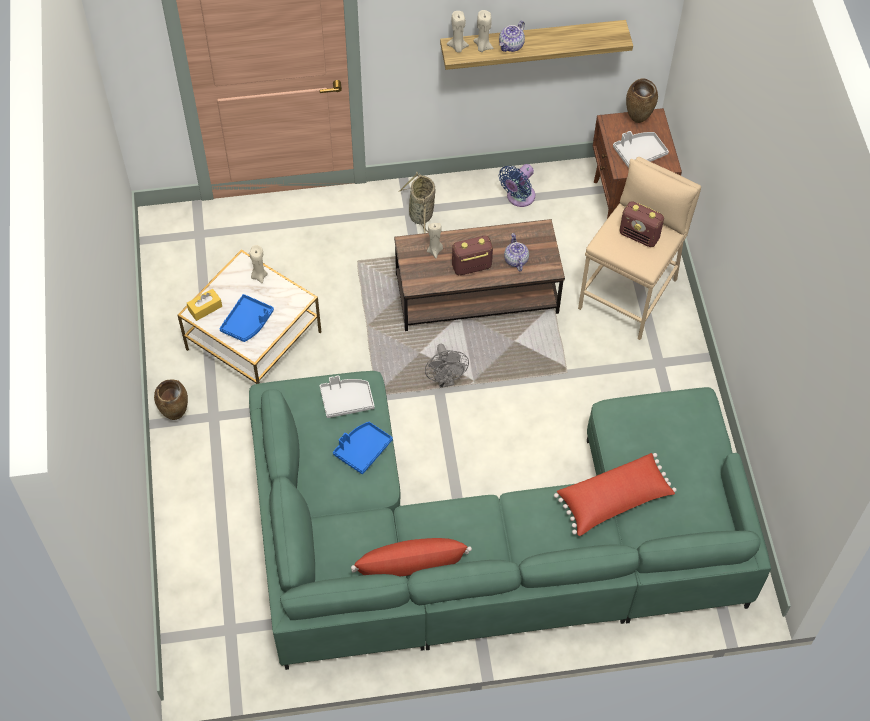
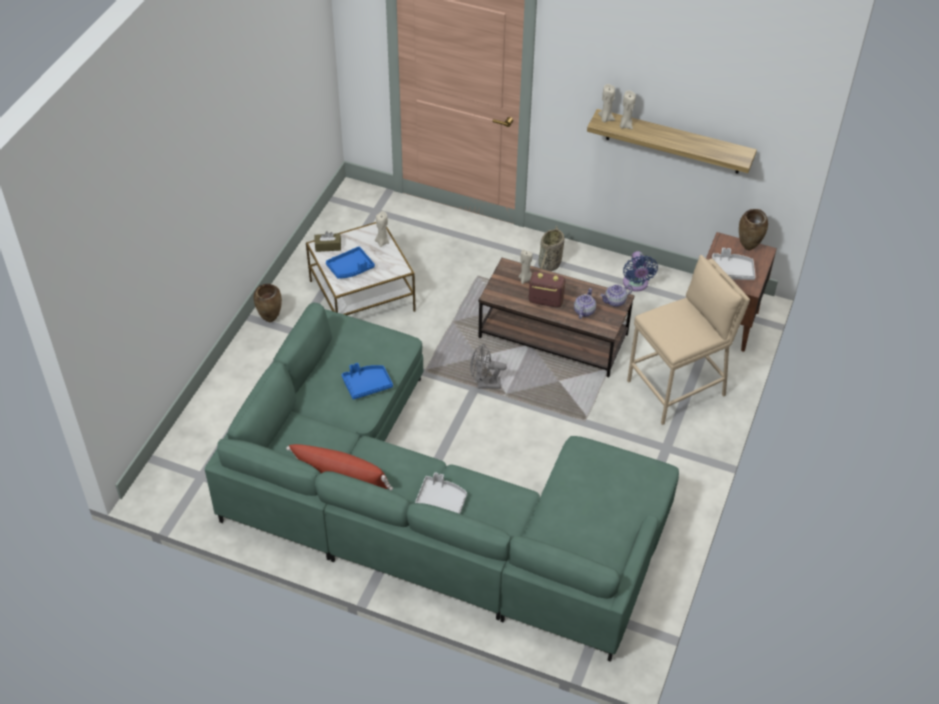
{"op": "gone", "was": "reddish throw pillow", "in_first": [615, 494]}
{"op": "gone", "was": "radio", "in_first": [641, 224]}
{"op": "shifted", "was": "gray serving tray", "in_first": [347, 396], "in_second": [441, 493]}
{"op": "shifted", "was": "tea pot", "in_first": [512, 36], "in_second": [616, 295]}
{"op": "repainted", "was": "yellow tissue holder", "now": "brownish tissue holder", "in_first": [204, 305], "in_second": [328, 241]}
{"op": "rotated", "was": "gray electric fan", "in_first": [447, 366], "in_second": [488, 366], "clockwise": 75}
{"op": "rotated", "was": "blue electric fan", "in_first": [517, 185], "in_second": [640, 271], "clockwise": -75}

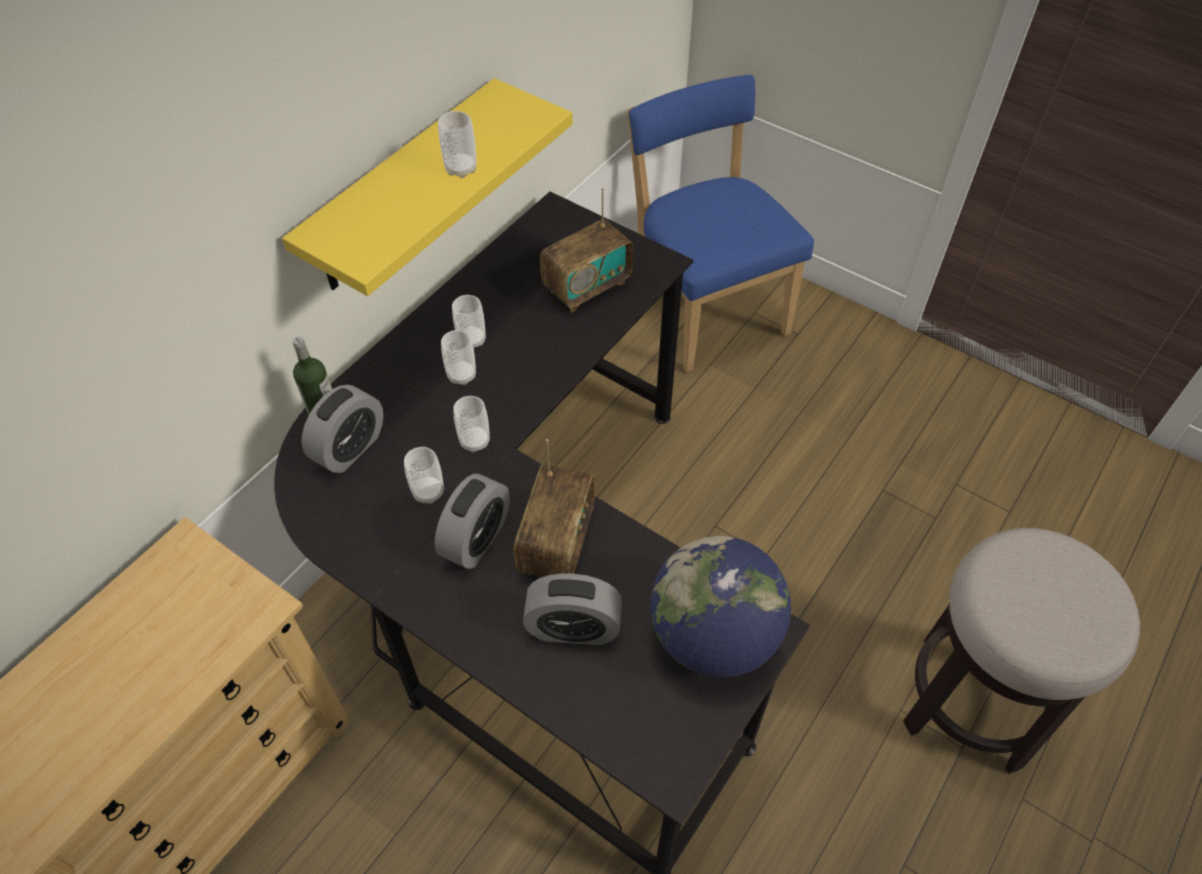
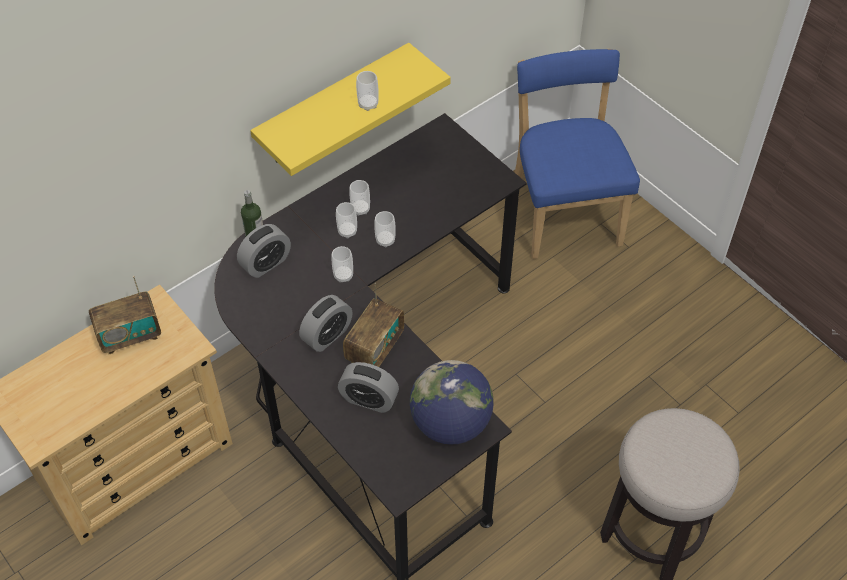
{"op": "shifted", "was": "drinking cup", "in_first": [424, 475], "in_second": [385, 229]}
{"op": "shifted", "was": "radio", "in_first": [586, 250], "in_second": [125, 315]}

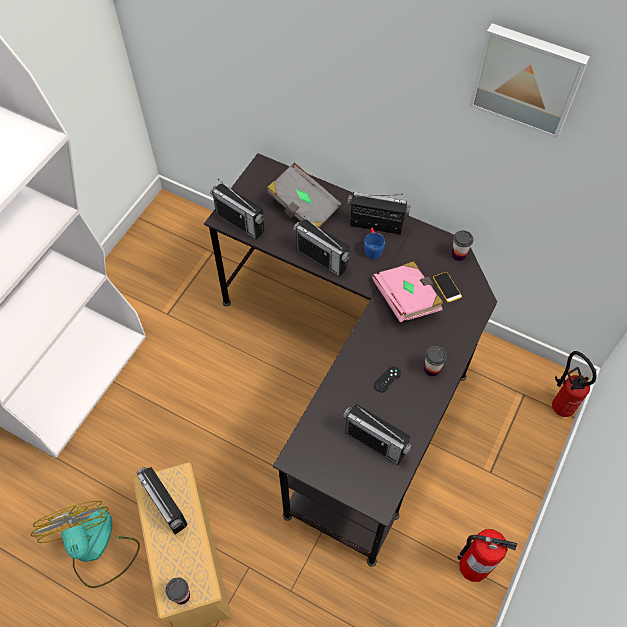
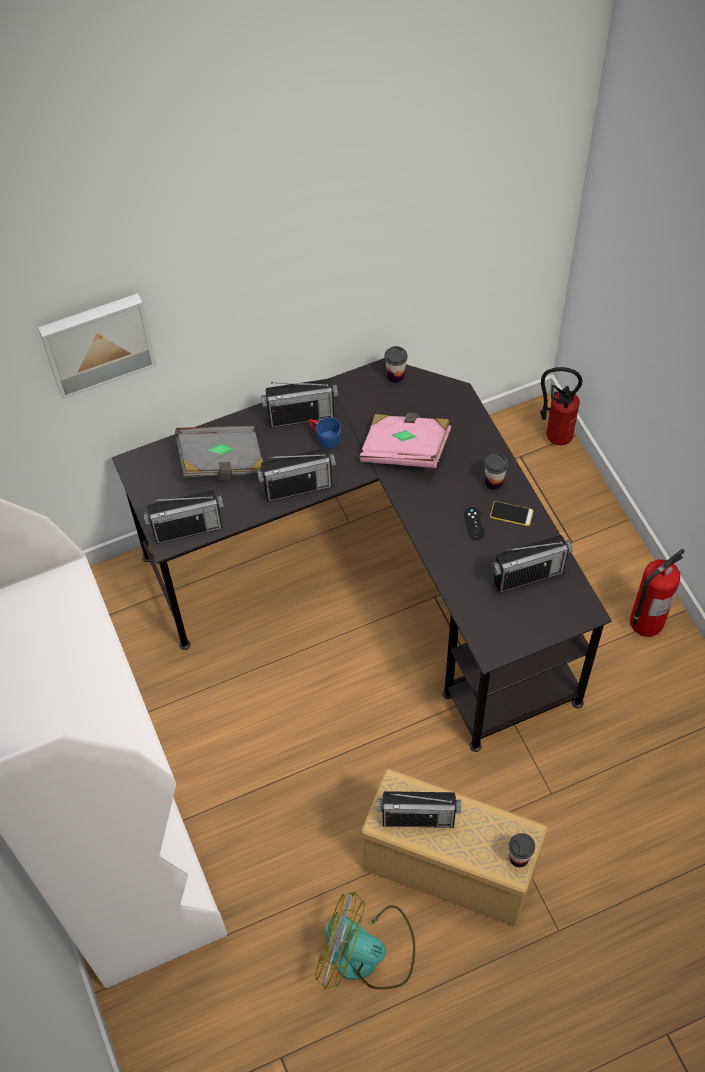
{"op": "shifted", "was": "phone", "in_first": [447, 287], "in_second": [511, 513]}
{"op": "shifted", "was": "picture", "in_first": [529, 81], "in_second": [97, 346]}
{"op": "rotated", "was": "radio", "in_first": [379, 213], "in_second": [299, 403], "clockwise": -150}

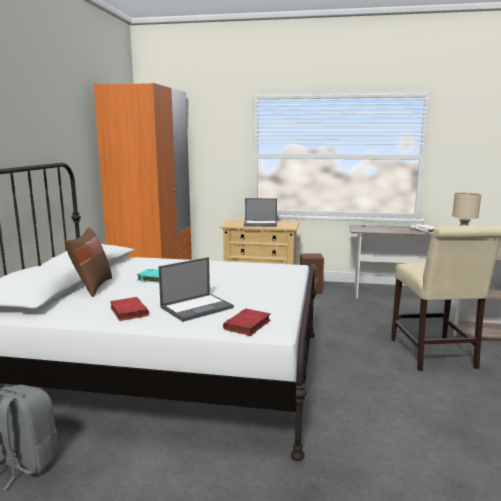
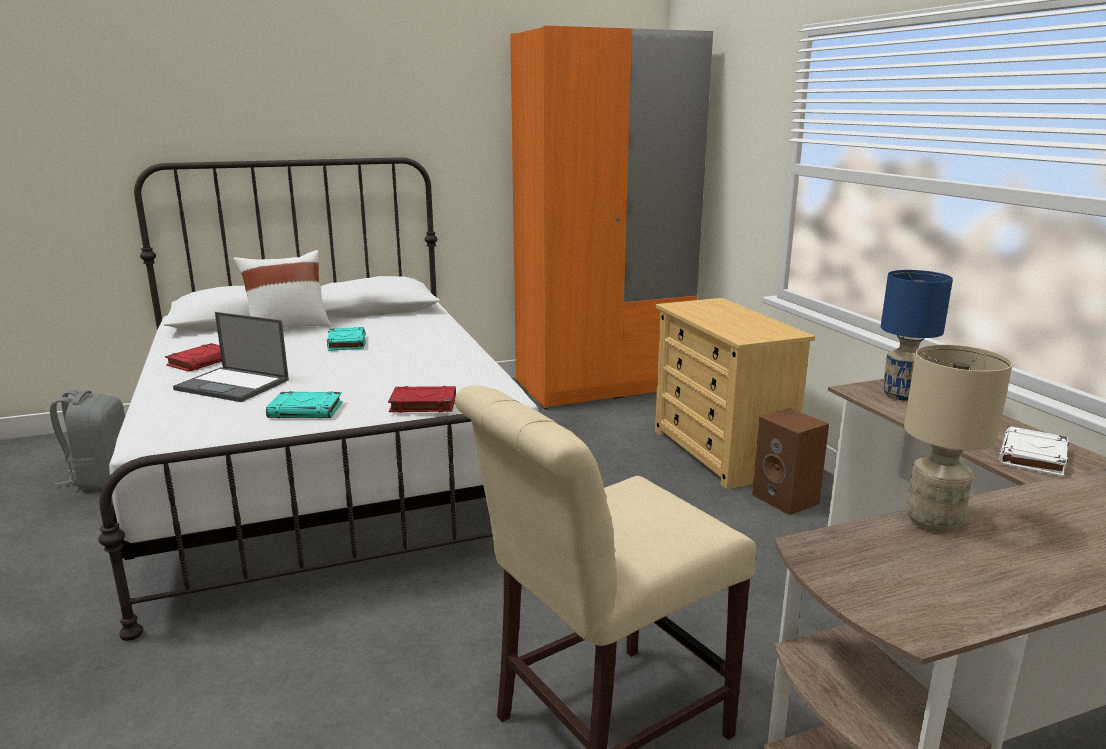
{"op": "gone", "was": "laptop", "in_first": [260, 212]}
{"op": "new", "now": "blue-green volume", "in_second": [304, 405]}
{"op": "new", "now": "blue lamp for a table", "in_second": [917, 335]}
{"op": "shifted", "was": "reddish volume", "in_first": [247, 322], "in_second": [422, 399]}
{"op": "repainted", "was": "brownish throw pillow", "now": "whitish throw pillow", "in_first": [88, 262], "in_second": [282, 289]}

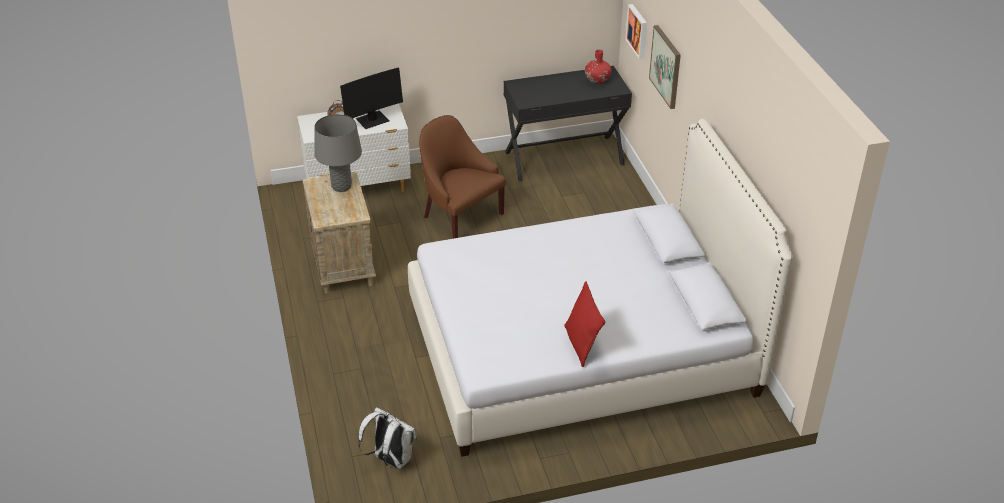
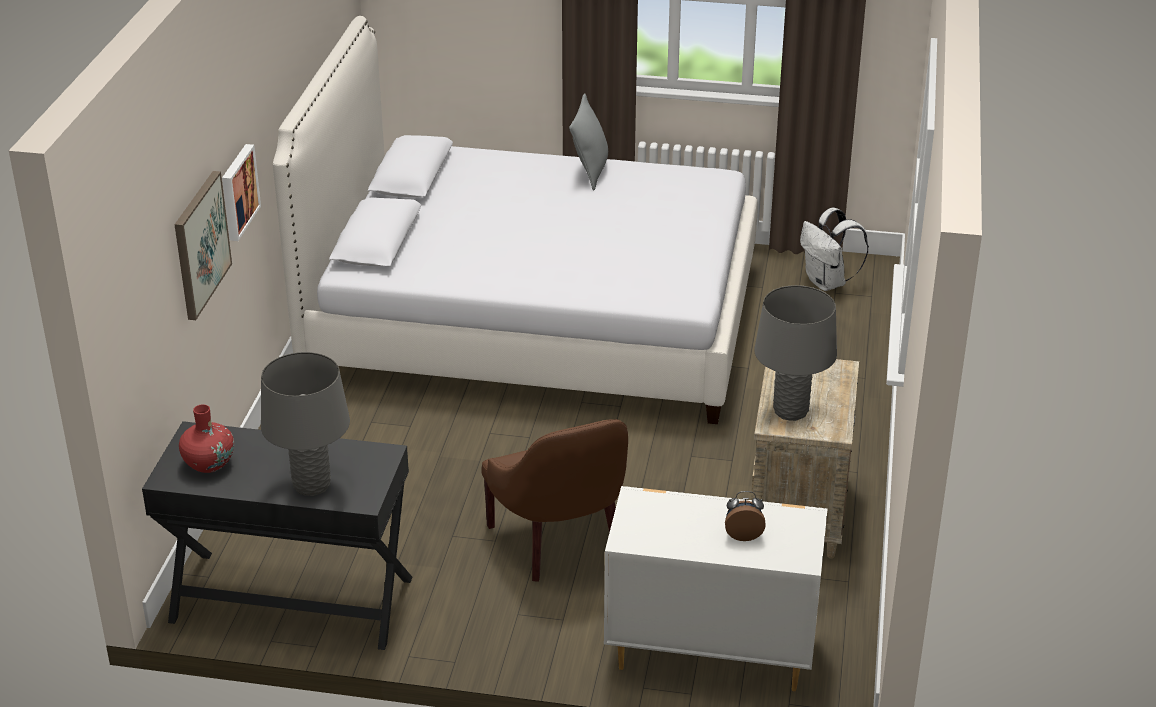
{"op": "gone", "was": "computer screen", "in_first": [371, 98]}
{"op": "new", "now": "gray lamp for a table", "in_second": [305, 424]}
{"op": "shifted", "was": "picture", "in_first": [636, 31], "in_second": [241, 192]}
{"op": "repainted", "was": "reddish throw pillow", "now": "gray throw pillow", "in_first": [584, 324], "in_second": [588, 142]}

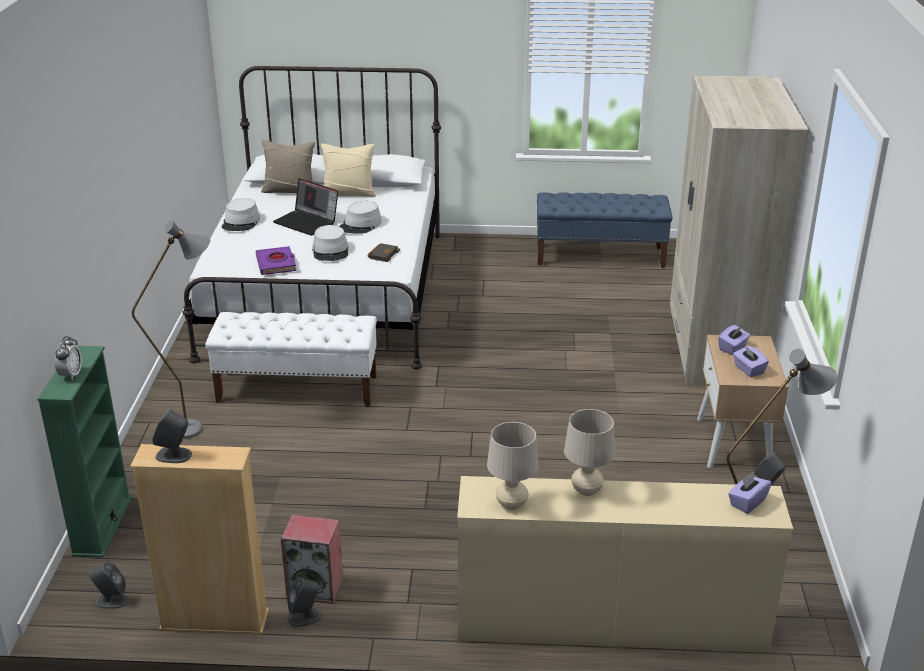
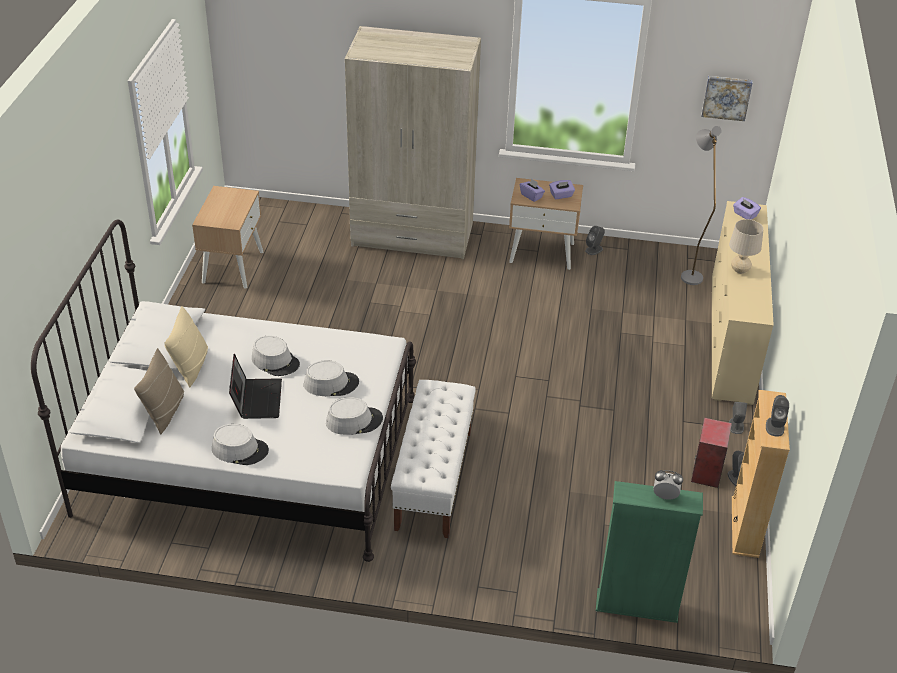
{"op": "gone", "was": "gray floor lamp", "in_first": [171, 329]}
{"op": "gone", "was": "blackish volume", "in_first": [384, 252]}
{"op": "gone", "was": "beige lamp for a table", "in_first": [513, 466]}
{"op": "new", "now": "picture", "in_second": [727, 98]}
{"op": "shifted", "was": "gray speaker", "in_first": [108, 585], "in_second": [738, 418]}
{"op": "swapped", "was": "purple volume", "now": "gray wearable hat", "in_first": [276, 260], "in_second": [354, 416]}
{"op": "swapped", "was": "blue indoor bench", "now": "beige nightstand", "in_first": [604, 230], "in_second": [227, 237]}
{"op": "rotated", "was": "laptop", "in_first": [305, 206], "in_second": [255, 386], "clockwise": -45}

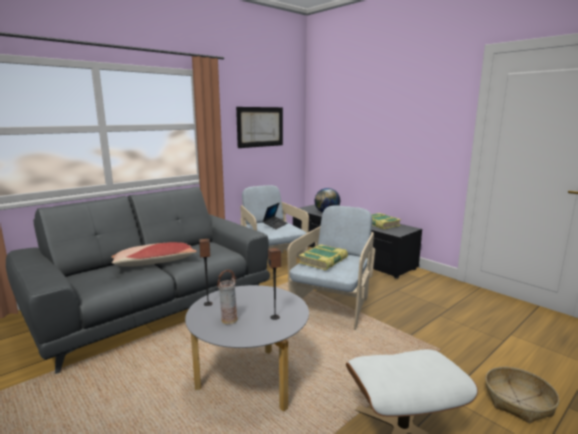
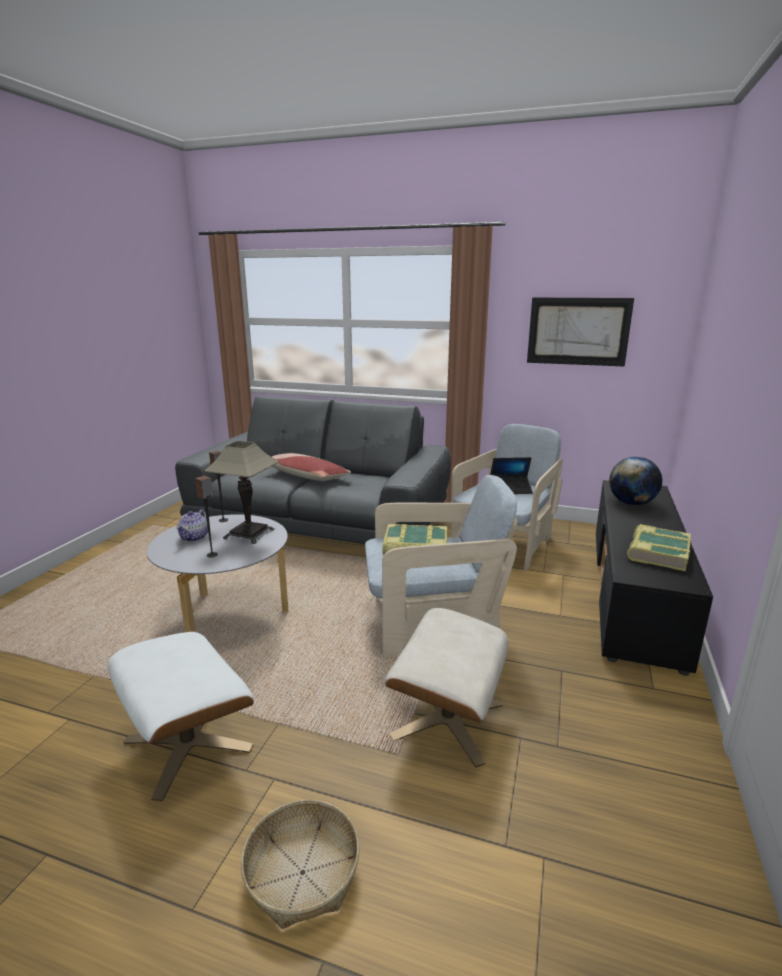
{"op": "new", "now": "lamp for a table", "in_second": [242, 492]}
{"op": "new", "now": "beige pouffe", "in_second": [447, 688]}
{"op": "swapped", "was": "flower vase", "now": "tea pot", "in_first": [227, 296], "in_second": [192, 525]}

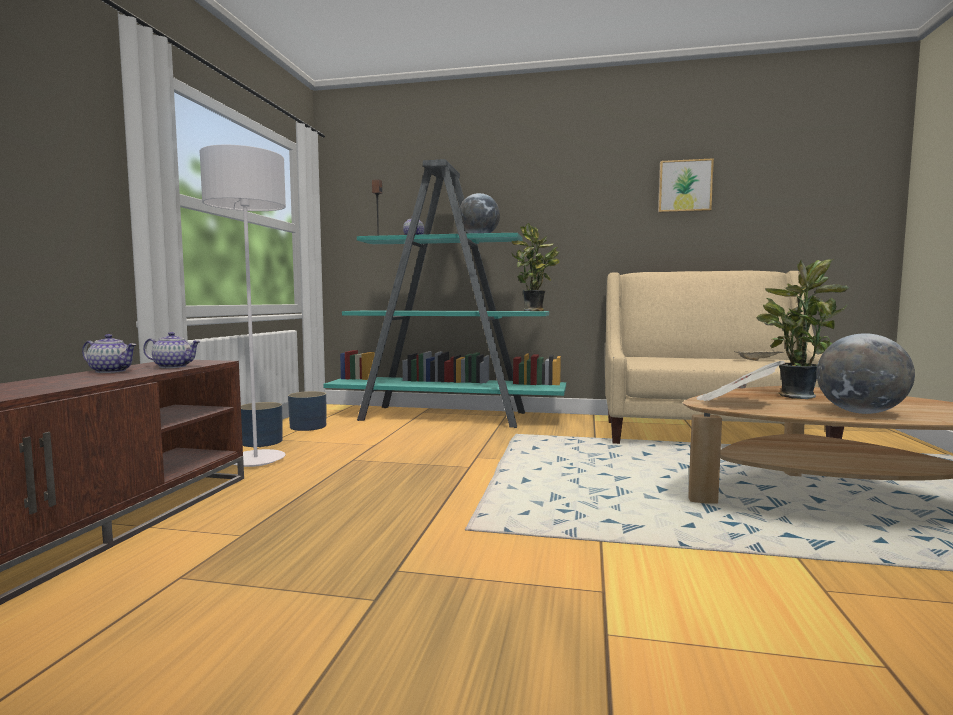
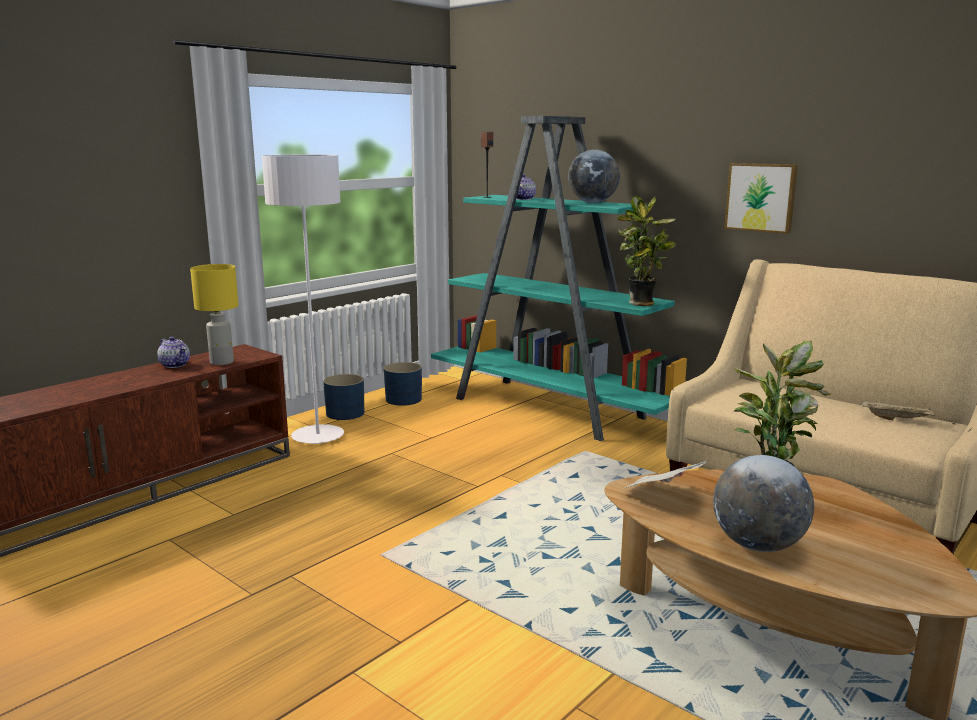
{"op": "shifted", "was": "picture", "in_first": [686, 185], "in_second": [761, 198]}
{"op": "swapped", "was": "tea pot", "now": "yellow lamp for a table", "in_first": [172, 350], "in_second": [214, 314]}

